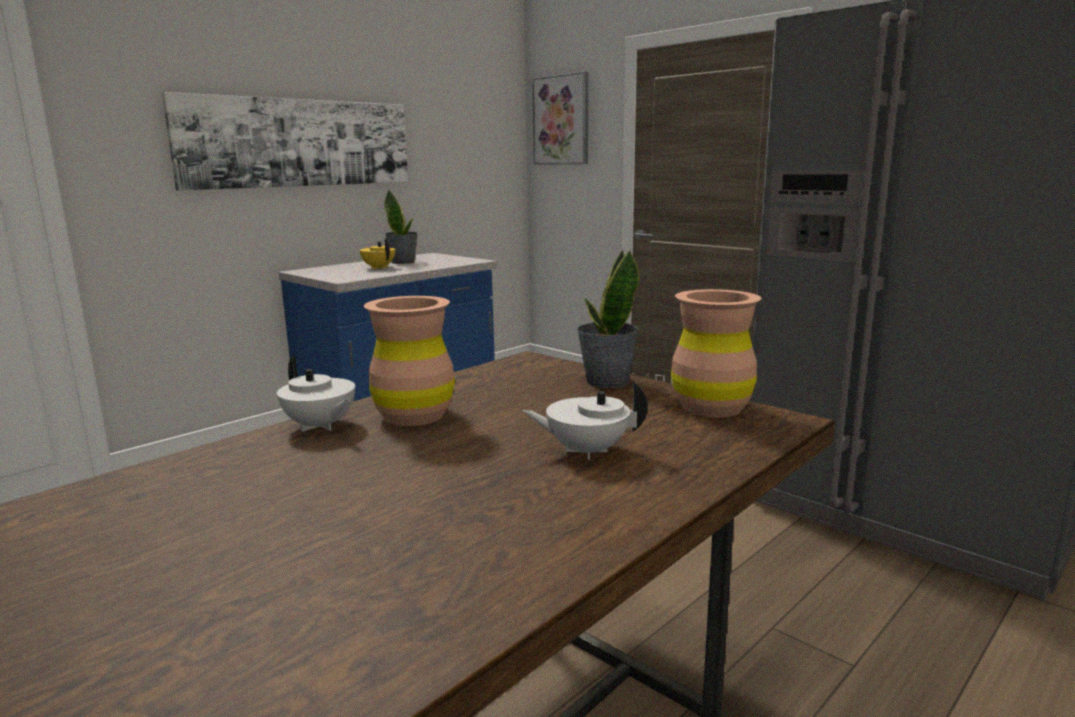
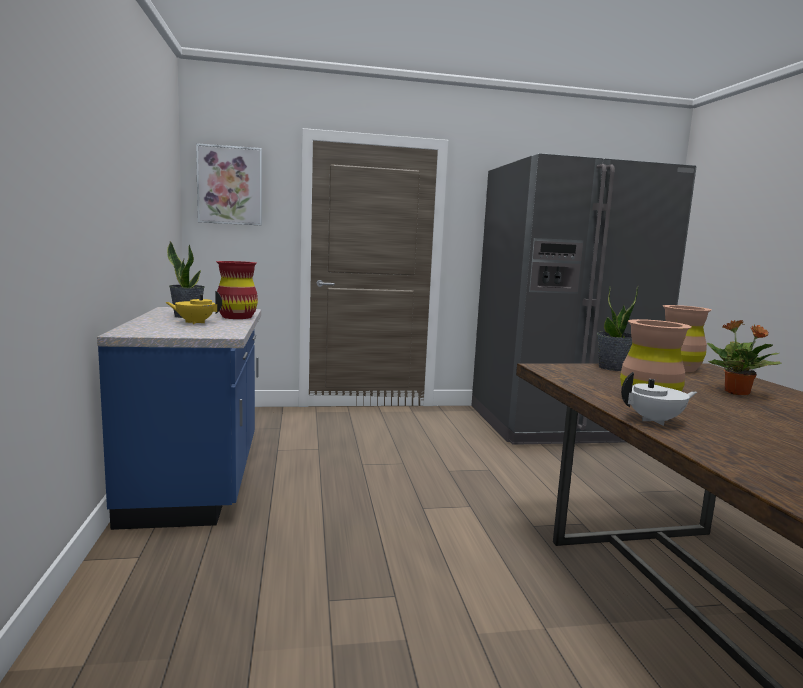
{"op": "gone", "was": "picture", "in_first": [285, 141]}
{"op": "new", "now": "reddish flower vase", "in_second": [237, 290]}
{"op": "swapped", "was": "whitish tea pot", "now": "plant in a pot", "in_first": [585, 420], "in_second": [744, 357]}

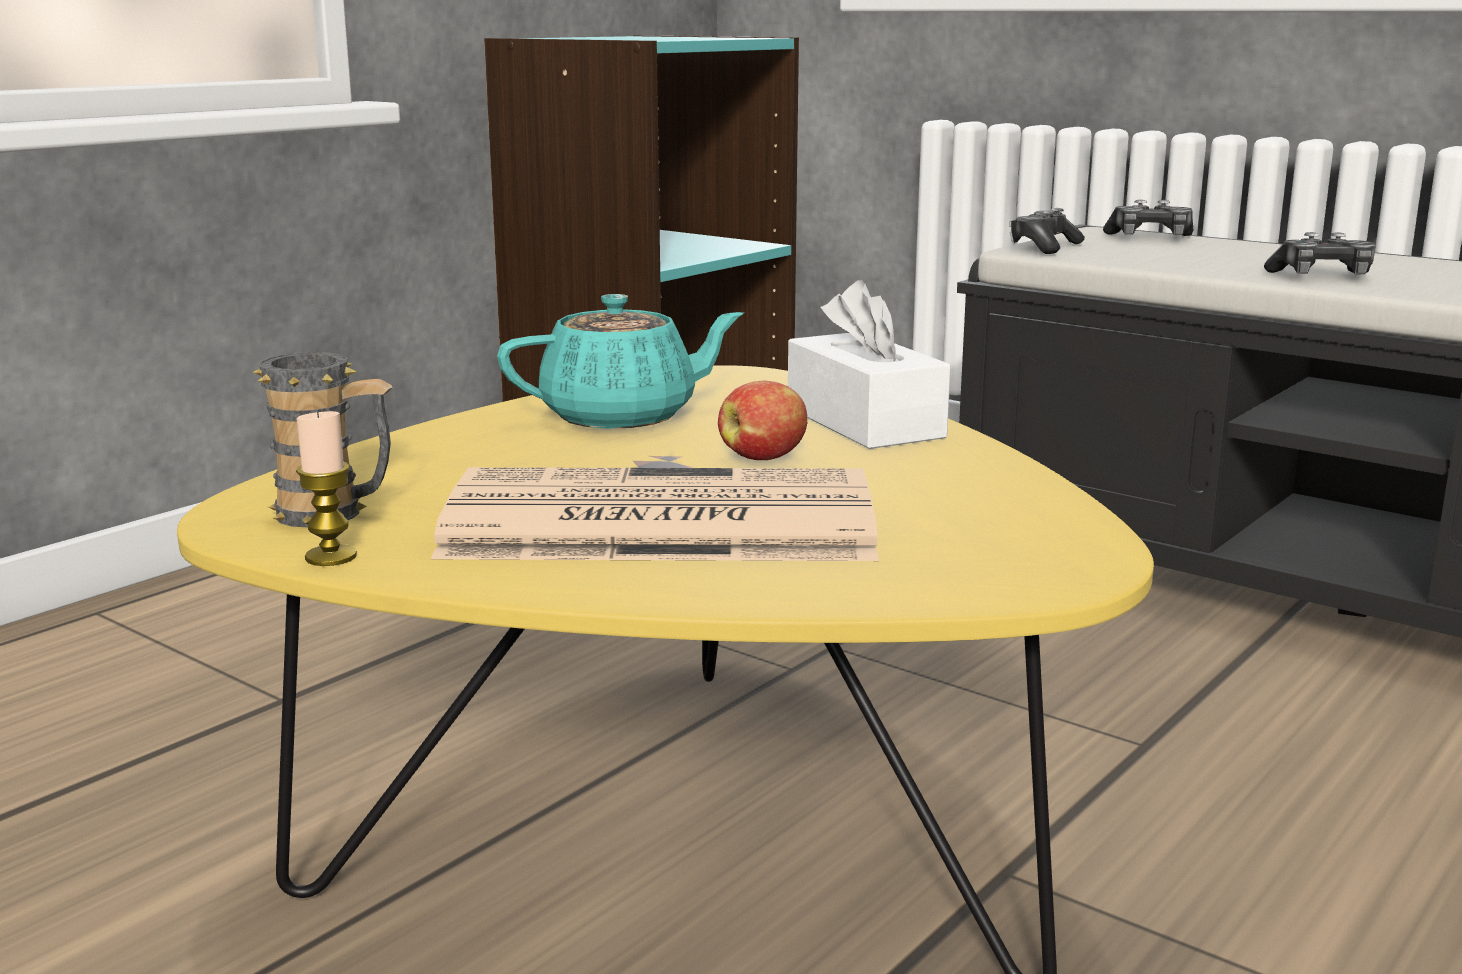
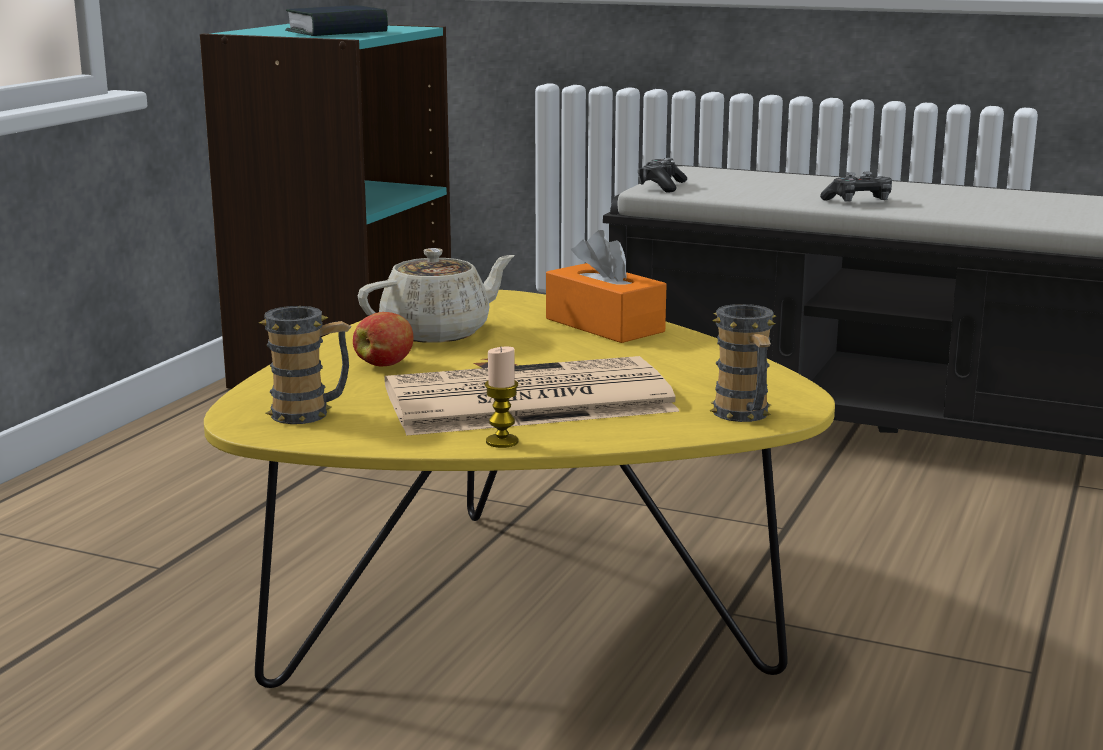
{"op": "gone", "was": "game controller", "in_first": [1148, 217]}
{"op": "new", "now": "volume", "in_second": [336, 20]}
{"op": "new", "now": "coffee mug", "in_second": [742, 363]}
{"op": "shifted", "was": "candle", "in_first": [326, 488], "in_second": [501, 397]}
{"op": "shifted", "was": "whole apple", "in_first": [762, 420], "in_second": [383, 339]}
{"op": "repainted", "was": "blue-green tea pot", "now": "beige tea pot", "in_first": [620, 361], "in_second": [436, 295]}
{"op": "repainted", "was": "whitish tissue holder", "now": "orange-coloured tissue holder", "in_first": [869, 364], "in_second": [606, 286]}

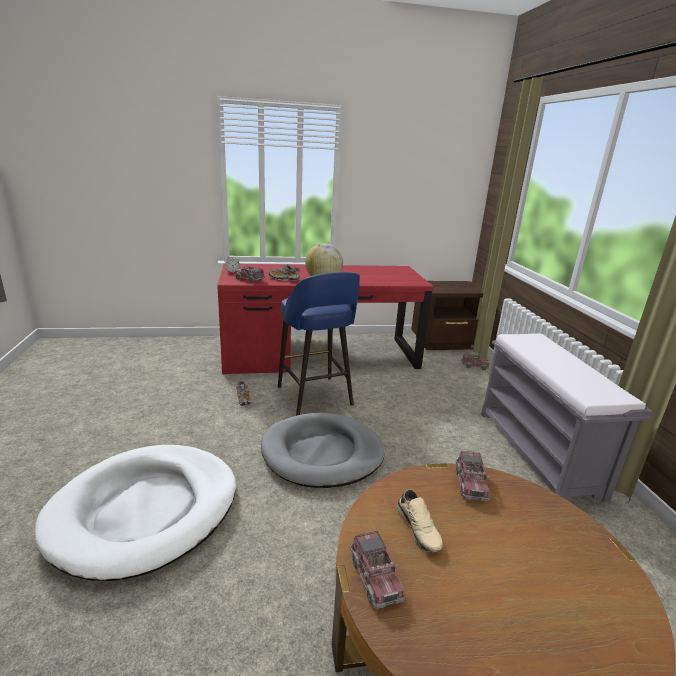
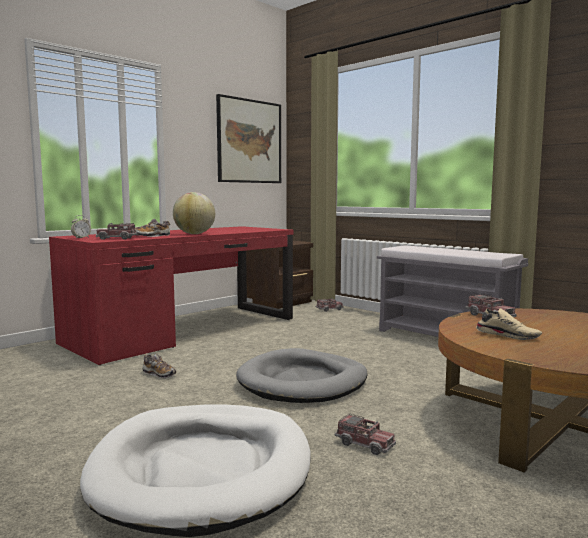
{"op": "gone", "was": "blue sitting stool", "in_first": [319, 344]}
{"op": "new", "now": "picture", "in_second": [248, 138]}
{"op": "shifted", "was": "toy truck", "in_first": [377, 570], "in_second": [365, 434]}

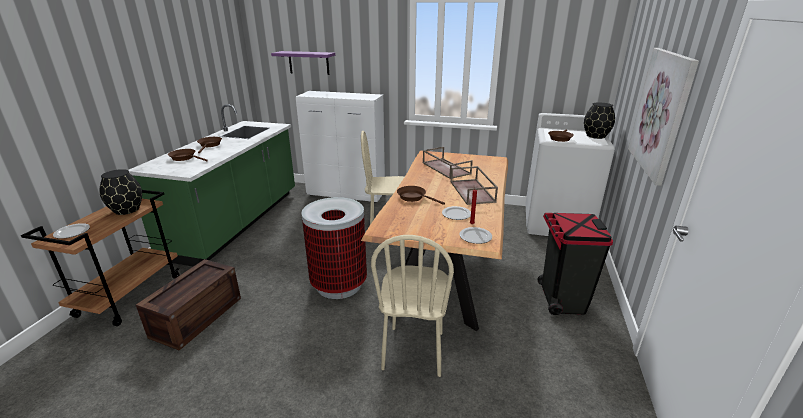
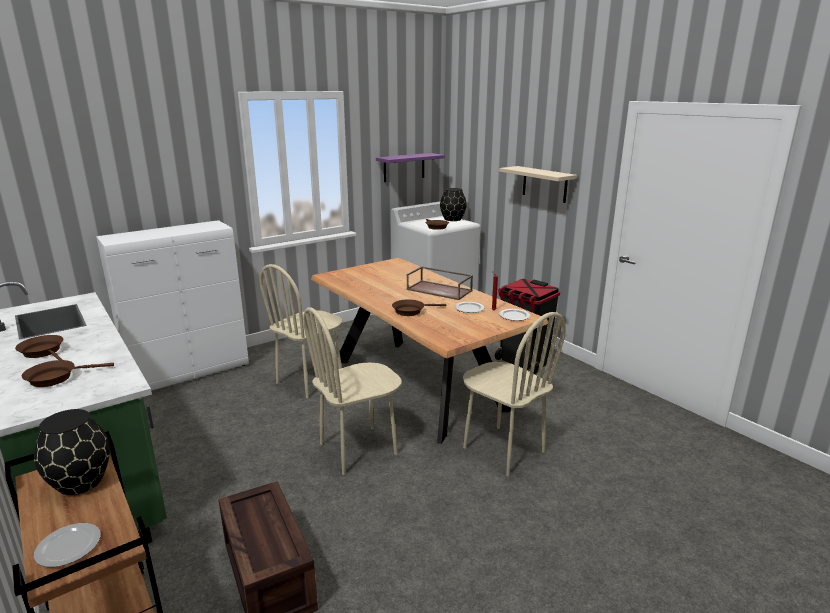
{"op": "gone", "was": "brownish serving tray", "in_first": [448, 163]}
{"op": "shifted", "was": "purple shelf", "in_first": [303, 63], "in_second": [410, 167]}
{"op": "swapped", "was": "rubbish bin", "now": "beige upright chair", "in_first": [334, 248], "in_second": [352, 391]}
{"op": "swapped", "was": "picture", "now": "beige shelf", "in_first": [663, 117], "in_second": [538, 184]}

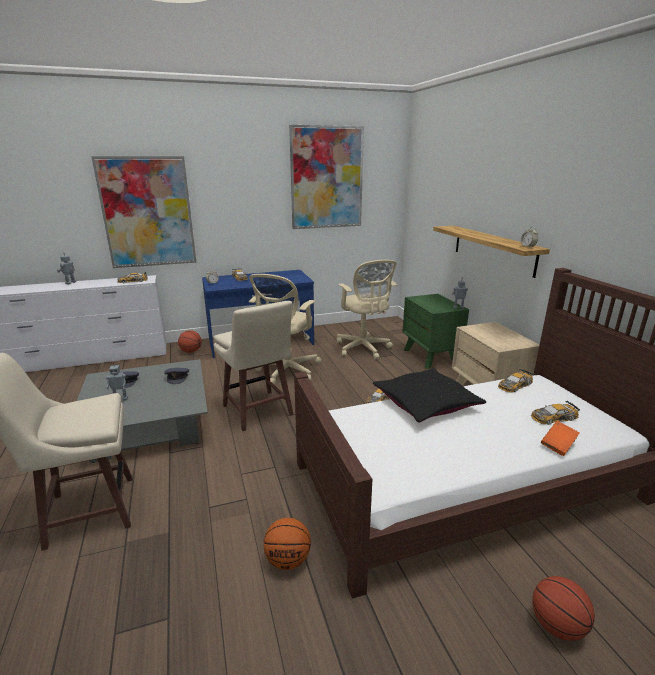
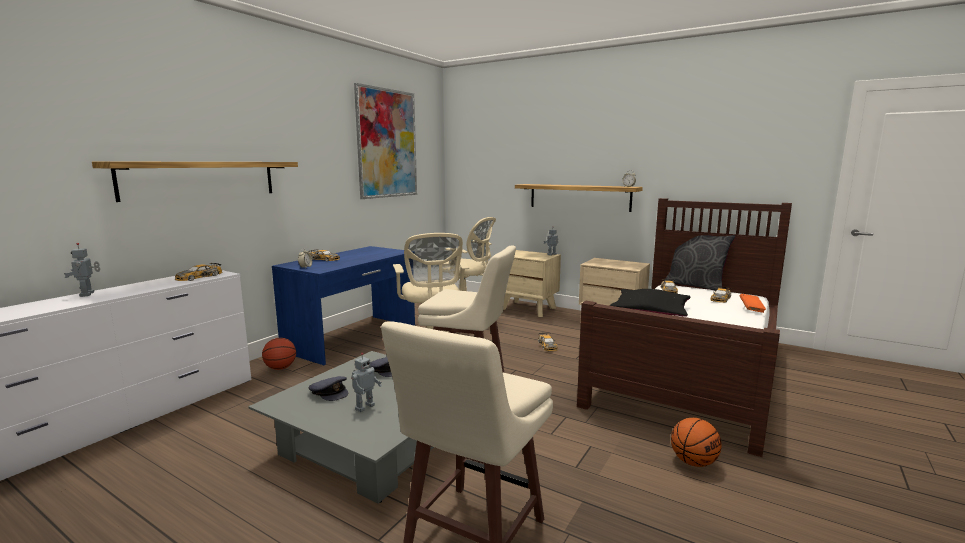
{"op": "gone", "was": "ball for basketball", "in_first": [563, 608]}
{"op": "new", "now": "gray throw pillow", "in_second": [700, 263]}
{"op": "swapped", "was": "picture", "now": "shelf", "in_first": [143, 212], "in_second": [195, 182]}
{"op": "repainted", "was": "green nightstand", "now": "beige nightstand", "in_first": [436, 331], "in_second": [532, 283]}

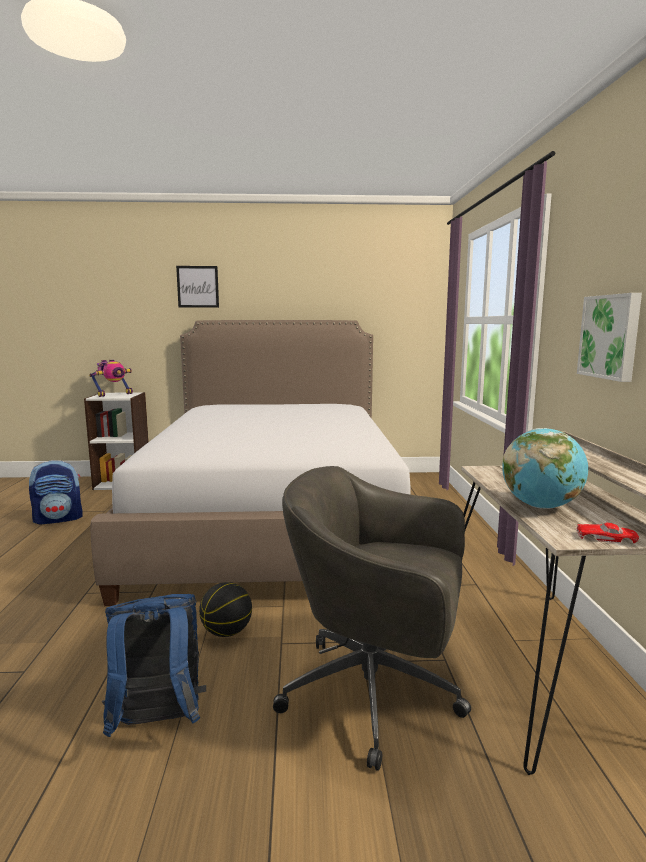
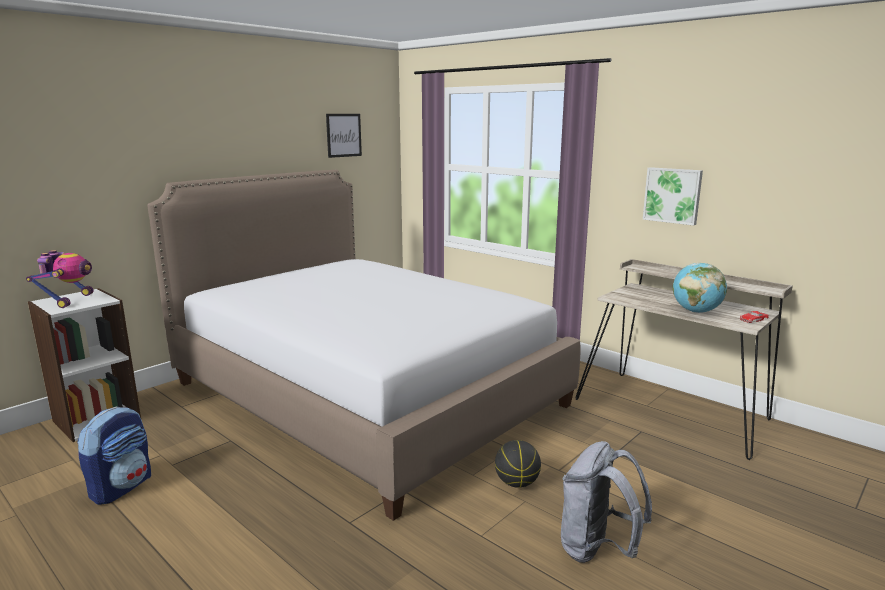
{"op": "gone", "was": "gray desk chair", "in_first": [372, 618]}
{"op": "shifted", "was": "picture", "in_first": [197, 287], "in_second": [344, 136]}
{"op": "repainted", "was": "blue knapsack", "now": "gray knapsack", "in_first": [154, 665], "in_second": [606, 502]}

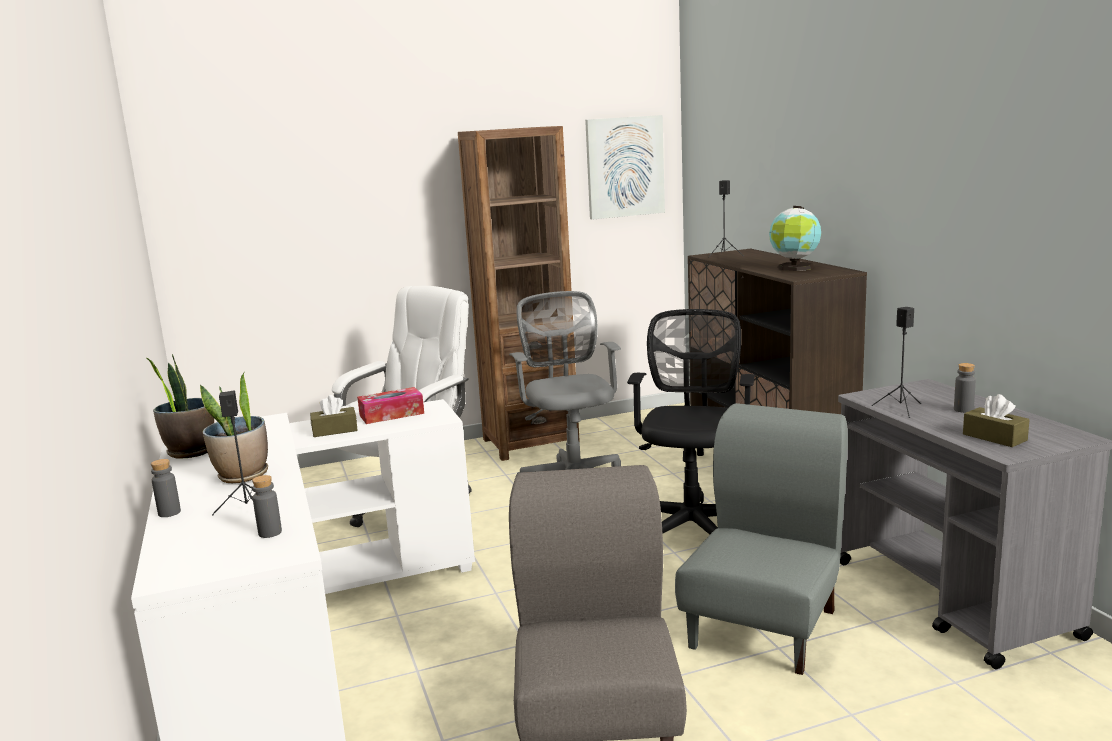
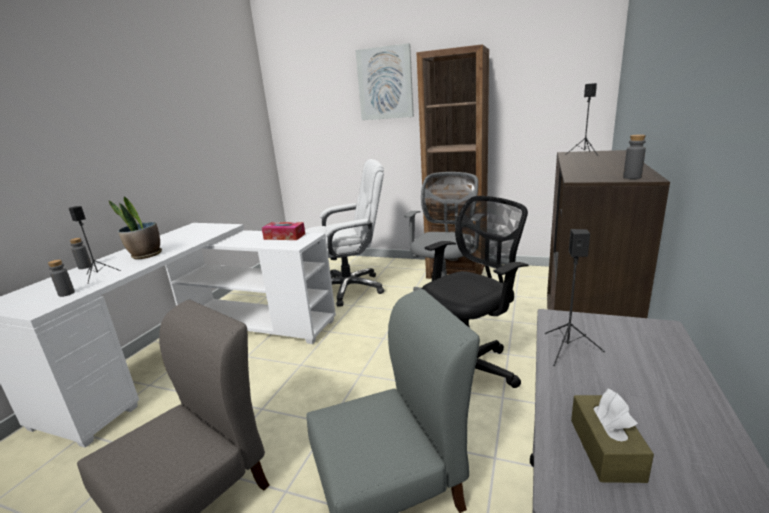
{"op": "gone", "was": "plant in a pot", "in_first": [179, 406]}
{"op": "gone", "was": "brownish tissue holder", "in_first": [334, 416]}
{"op": "gone", "was": "desk globe", "in_first": [795, 238]}
{"op": "shifted", "was": "picture", "in_first": [625, 167], "in_second": [384, 81]}
{"op": "shifted", "was": "gray drink bottle", "in_first": [965, 388], "in_second": [634, 156]}

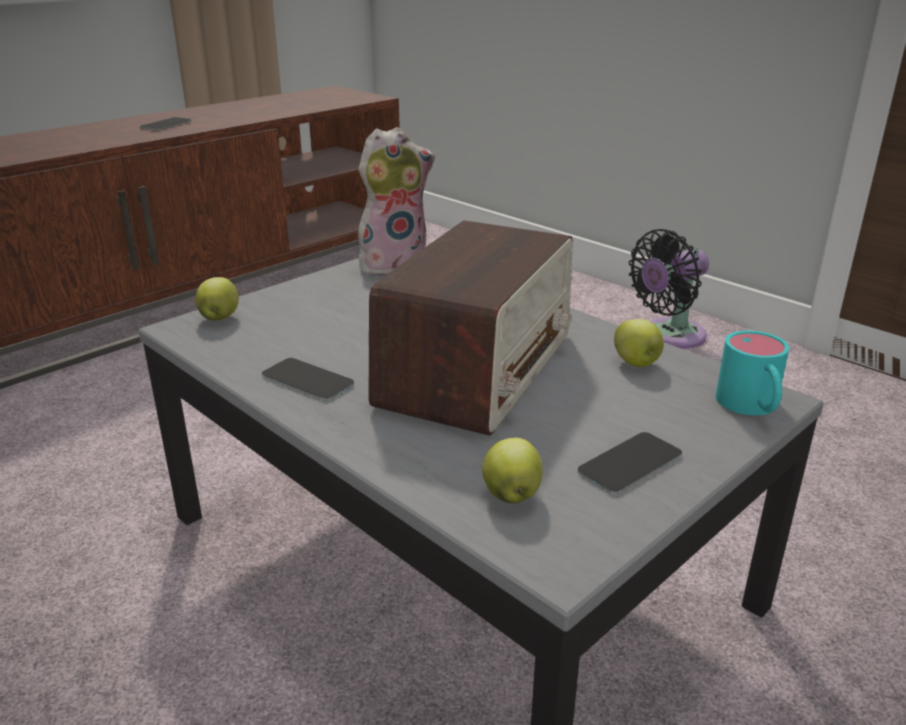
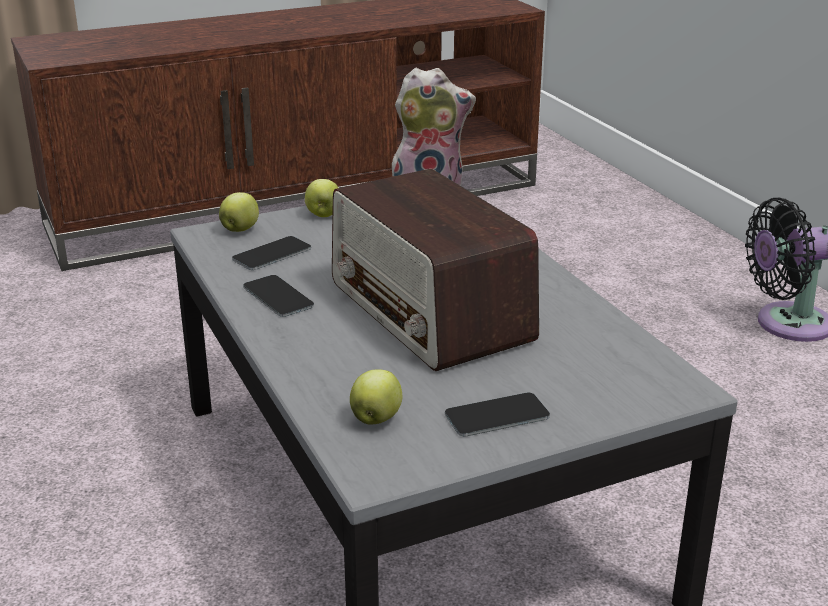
{"op": "gone", "was": "blue-green coffee mug", "in_first": [752, 373]}
{"op": "shifted", "was": "phone", "in_first": [165, 123], "in_second": [271, 253]}
{"op": "shifted", "was": "whole apple", "in_first": [639, 343], "in_second": [321, 198]}
{"op": "rotated", "was": "radio", "in_first": [470, 328], "in_second": [435, 270], "clockwise": 105}

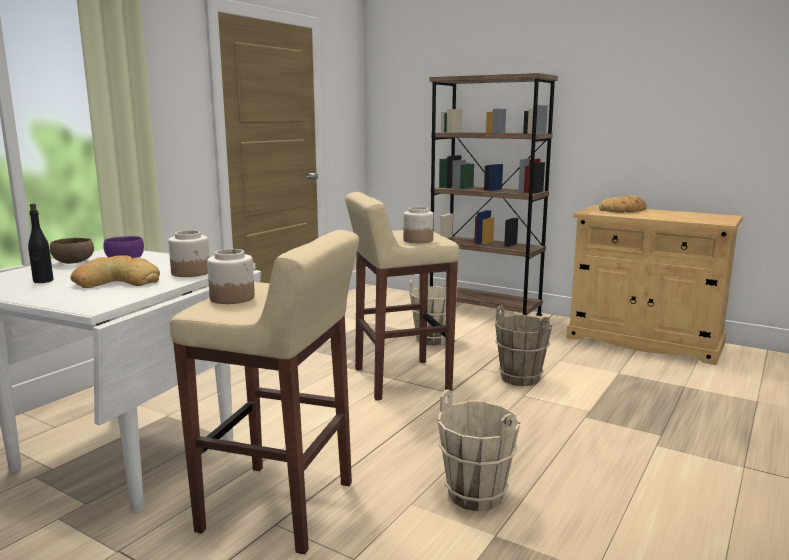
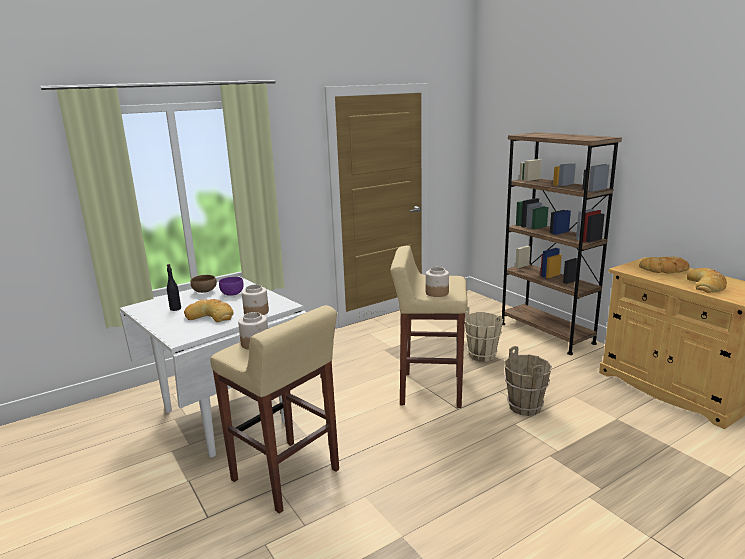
{"op": "gone", "was": "beige bucket", "in_first": [479, 450]}
{"op": "new", "now": "bread", "in_second": [707, 280]}

